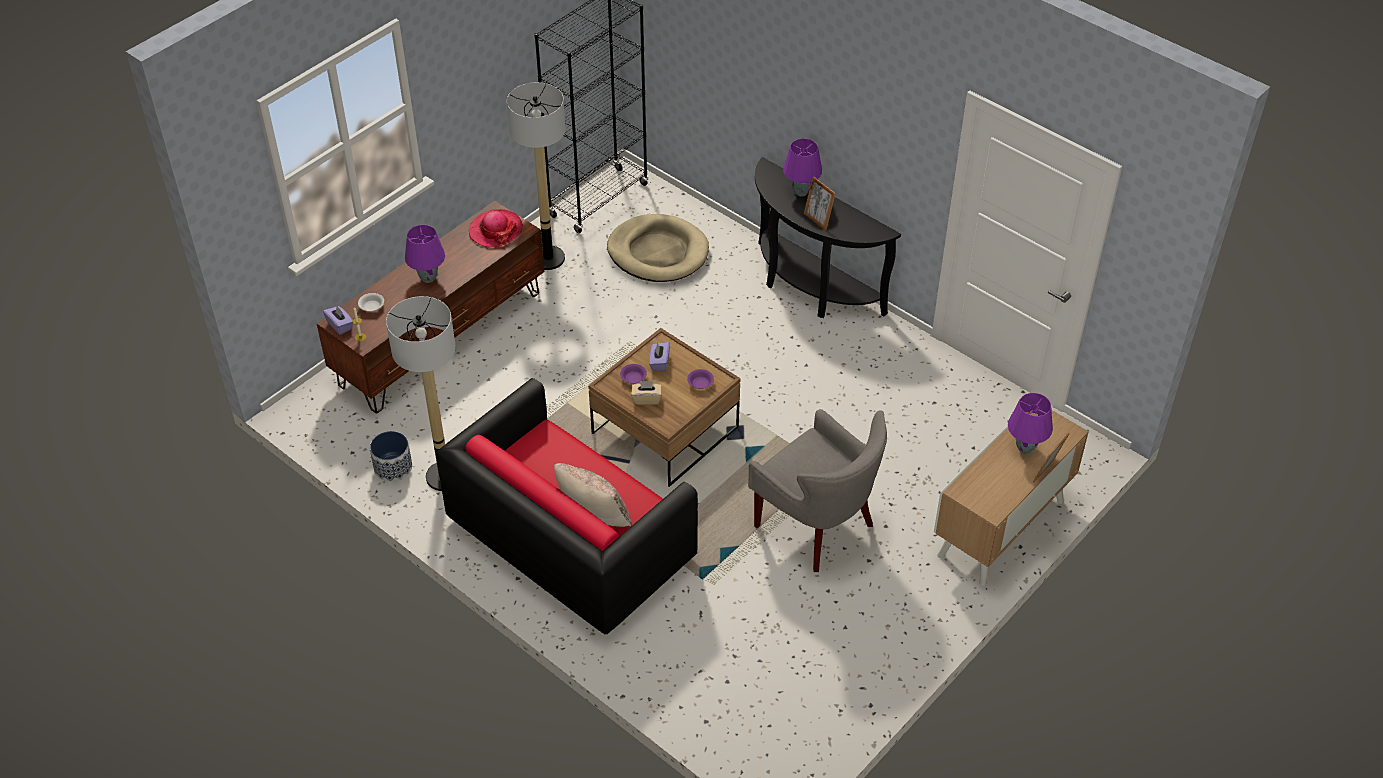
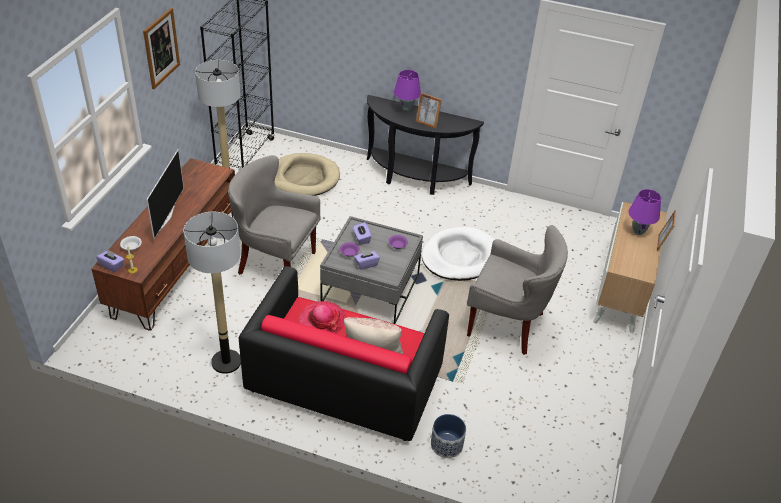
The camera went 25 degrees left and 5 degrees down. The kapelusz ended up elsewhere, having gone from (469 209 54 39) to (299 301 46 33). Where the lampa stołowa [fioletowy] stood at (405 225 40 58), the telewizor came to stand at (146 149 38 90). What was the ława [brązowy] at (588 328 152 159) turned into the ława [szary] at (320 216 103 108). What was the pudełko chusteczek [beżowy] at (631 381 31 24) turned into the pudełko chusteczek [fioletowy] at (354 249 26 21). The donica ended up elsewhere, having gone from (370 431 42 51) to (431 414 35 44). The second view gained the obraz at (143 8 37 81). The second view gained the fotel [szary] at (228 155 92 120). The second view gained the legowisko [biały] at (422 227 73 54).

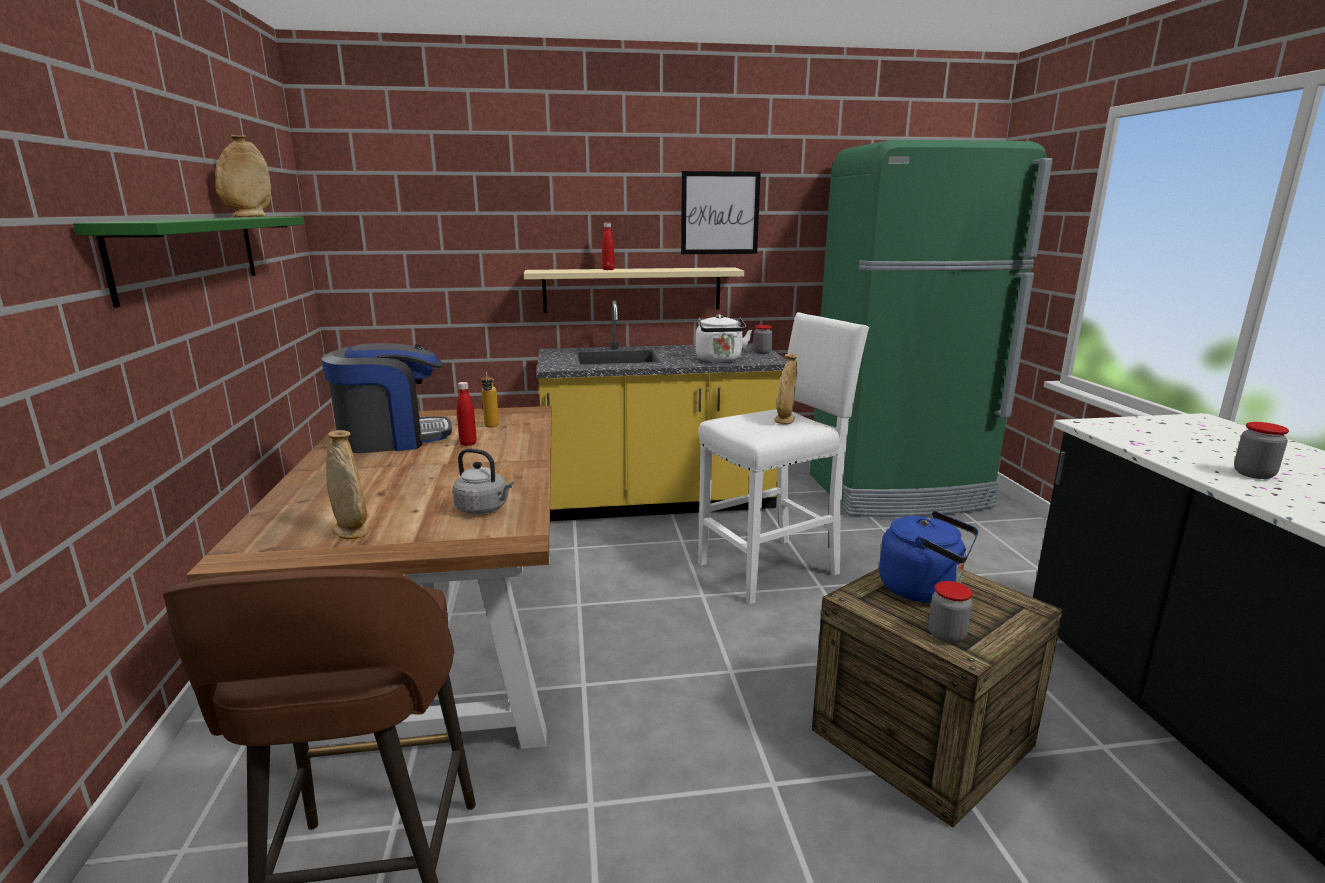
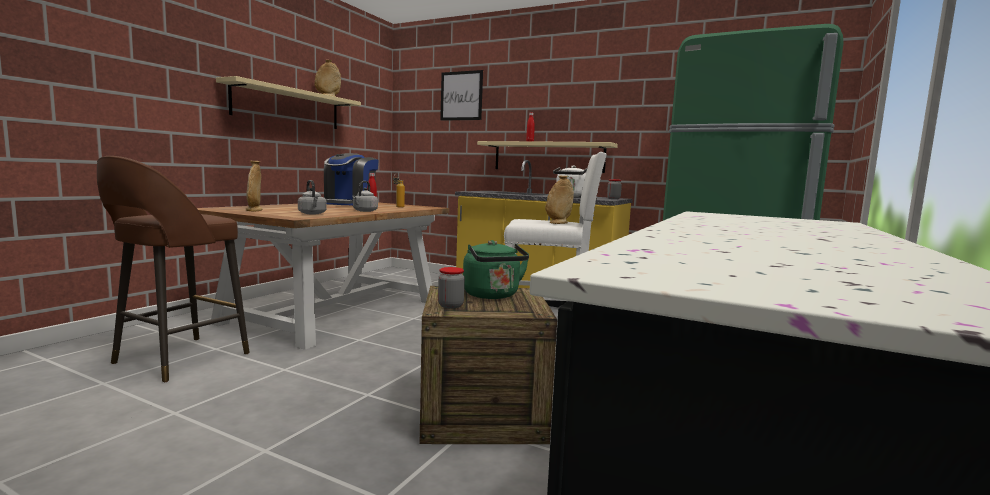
The camera went 35 degrees right and 10 degrees down. The obraz ended up elsewhere, having gone from (681 171 80 83) to (440 70 43 51). What was the półka [zielony] at (73 217 231 91) turned into the półka [beżowy] at (216 76 145 53). The ekspres do kawy at (321 343 131 110) ended up facing another way, 90 degrees clockwise from before. The second view lost the słoik at (1234 422 55 57). What was the czajnik [niebieski] at (879 511 100 92) turned into the czajnik [zielony] at (463 240 66 59). The second view gained the czajnik [szary] at (352 181 26 31).

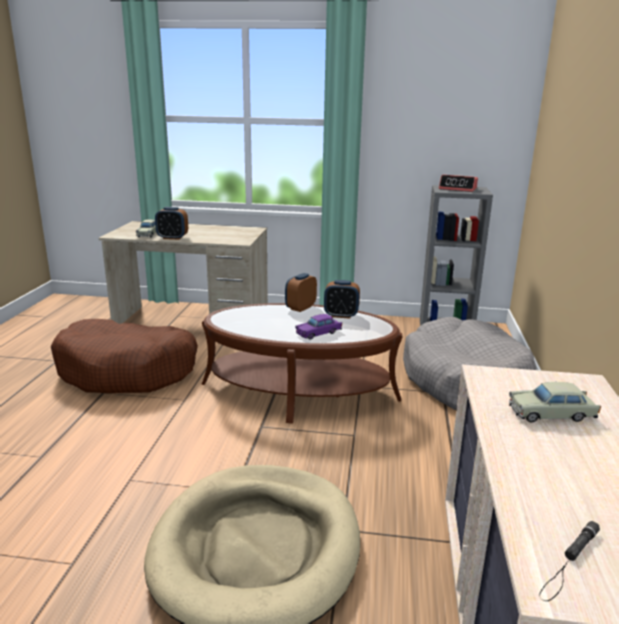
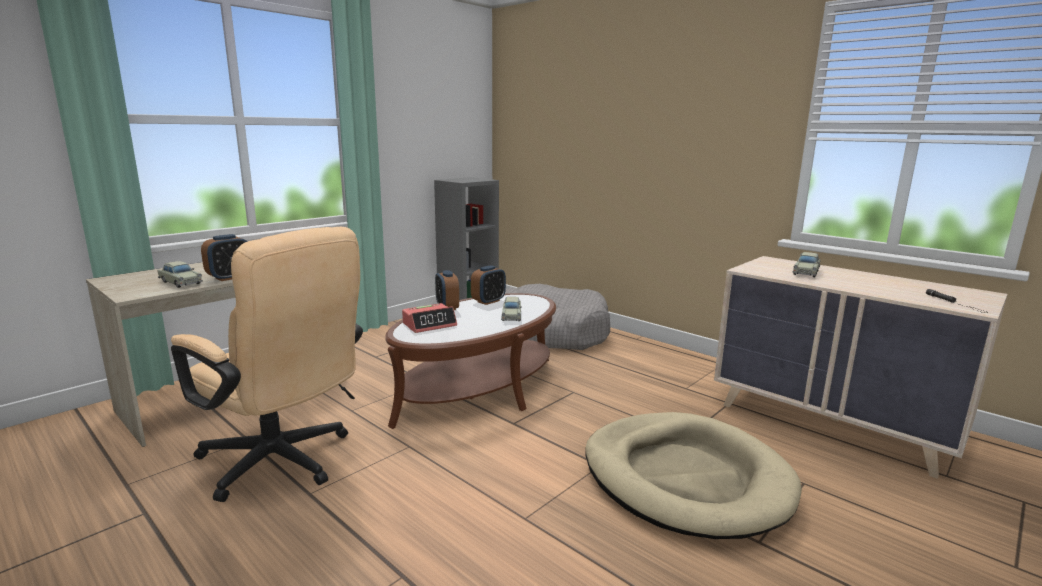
The camera went 55 degrees left and 5 degrees down. The budzik ended up elsewhere, having gone from (439 175 39 17) to (402 303 55 30). What was the samochodzik [fioletowy] at (295 314 47 26) turned into the samochodzik [beżowy] at (501 297 21 24). Where the legowisko [brązowy] stood at (51 319 147 74), the krzesło biurowe [beżowy] came to stand at (171 227 192 275).

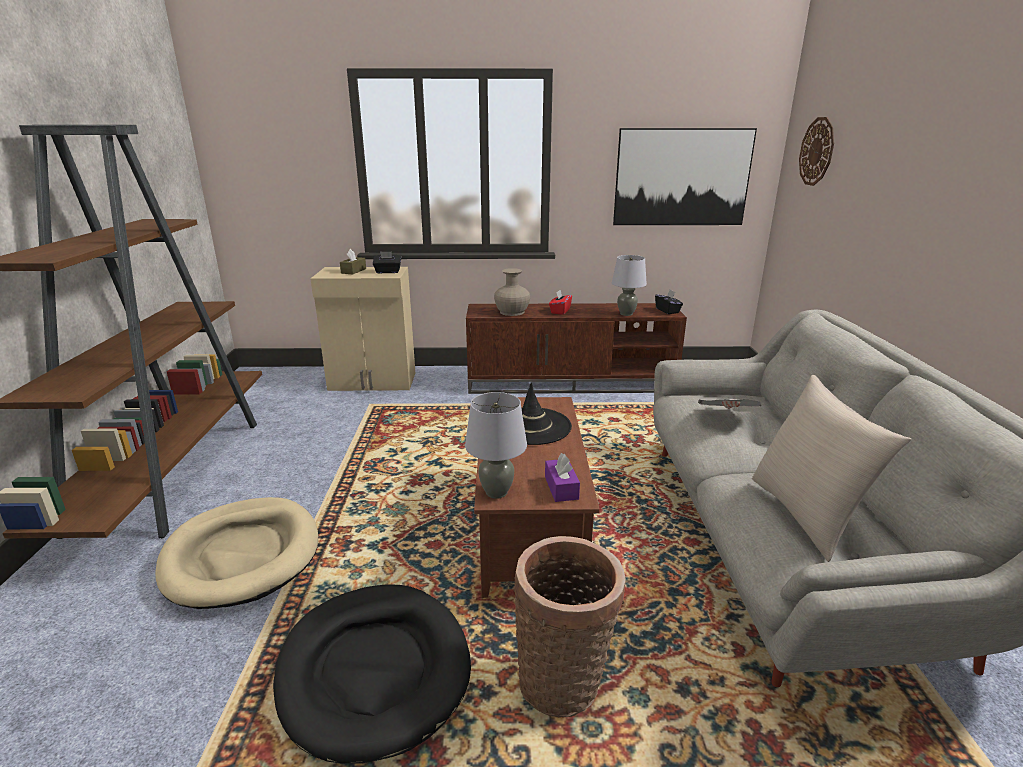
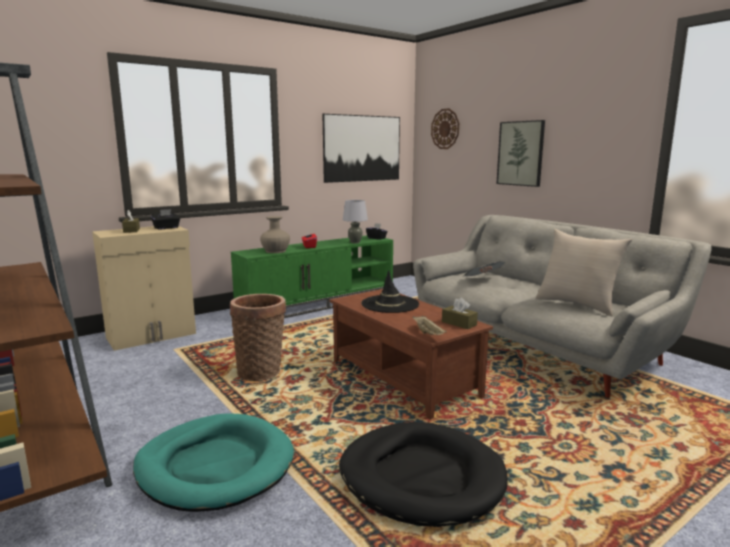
The camera went 35 degrees left and 10 degrees down. What was the szafka pod telewizor [brązowy] at (466 303 221 91) turned into the szafka pod telewizor [zielony] at (231 236 162 82). Where the lampa stołowa [szary] stood at (465 392 62 107), the taca [beżowy] came to stand at (413 316 34 19). What was the pudełko chusteczek [fioletowy] at (545 453 35 49) turned into the pudełko chusteczek [brązowy] at (442 298 36 31). What was the legowisko [beżowy] at (155 497 163 112) turned into the legowisko [turkusowy] at (133 413 161 99). The koszyk ended up elsewhere, having gone from (513 536 113 181) to (230 294 56 87). The second view gained the obraz at (496 120 49 67).

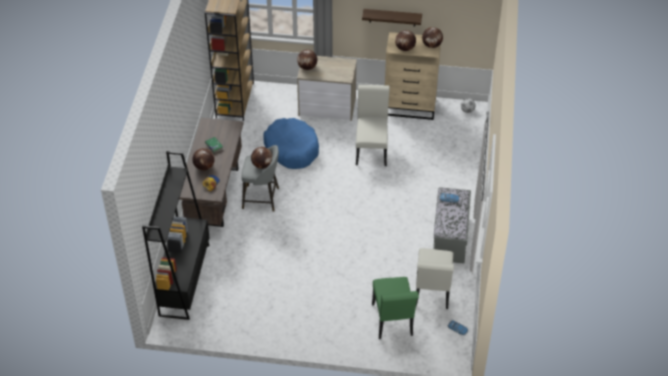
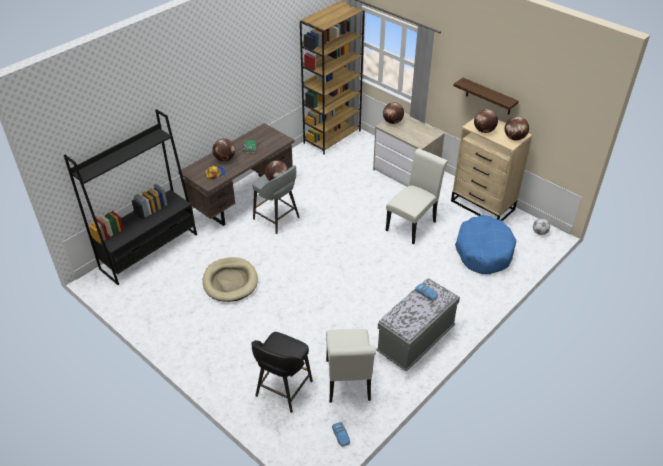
The camera went 35 degrees right and 5 degrees down. The legowisko [niebieski] ended up elsewhere, having gone from (263 118 56 51) to (455 215 61 59). The krzesło [biały] at (416 248 38 61) ended up facing another way, 45 degrees counterclockwise from before. Where the krzesło [zielony] stood at (372 277 47 62), the stołek [czarny] came to stand at (251 332 62 81). The second view gained the legowisko [beżowy] at (203 257 55 45).

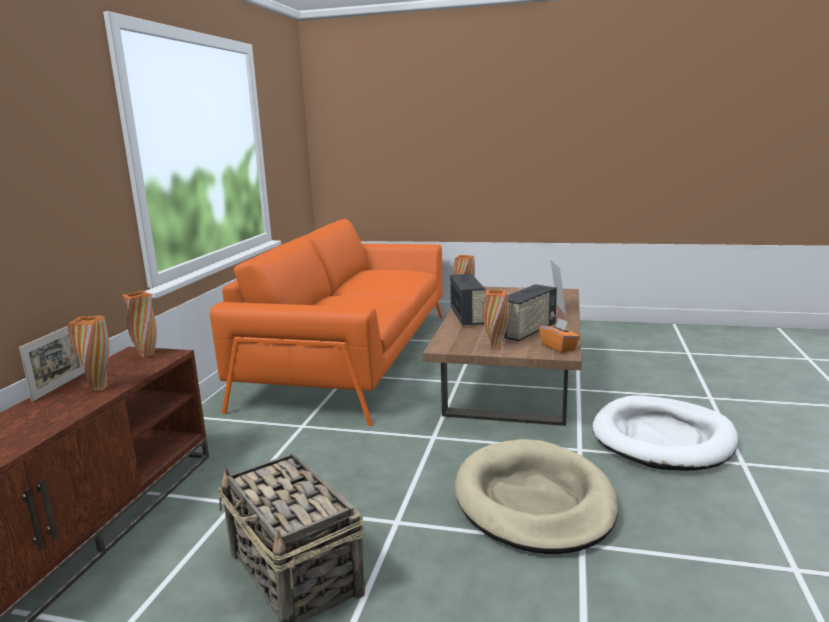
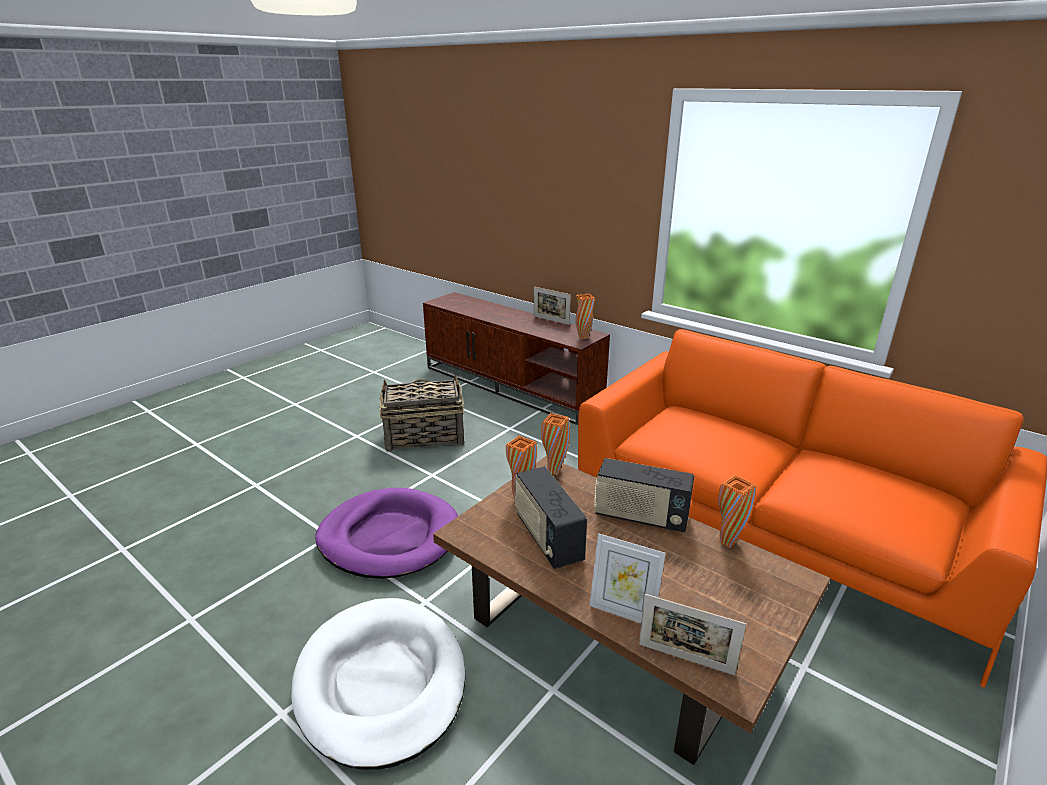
The camera went 115 degrees right and 10 degrees up. The wazon [pomarańczowy] ended up elsewhere, having gone from (67 316 42 75) to (541 413 29 62). The second view lost the pudełko chusteczek [pomarańczowy] at (539 318 41 35). What was the legowisko [beżowy] at (455 439 164 115) turned into the legowisko [fioletowy] at (315 488 143 91). The second view gained the ramka na zdjęcie at (639 594 107 81).

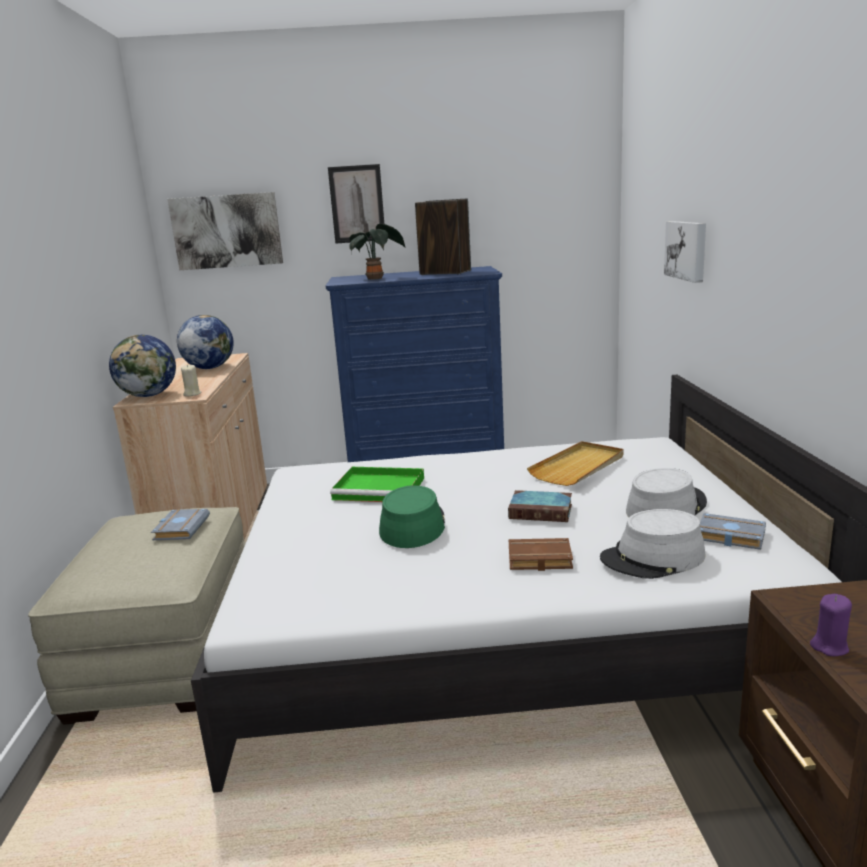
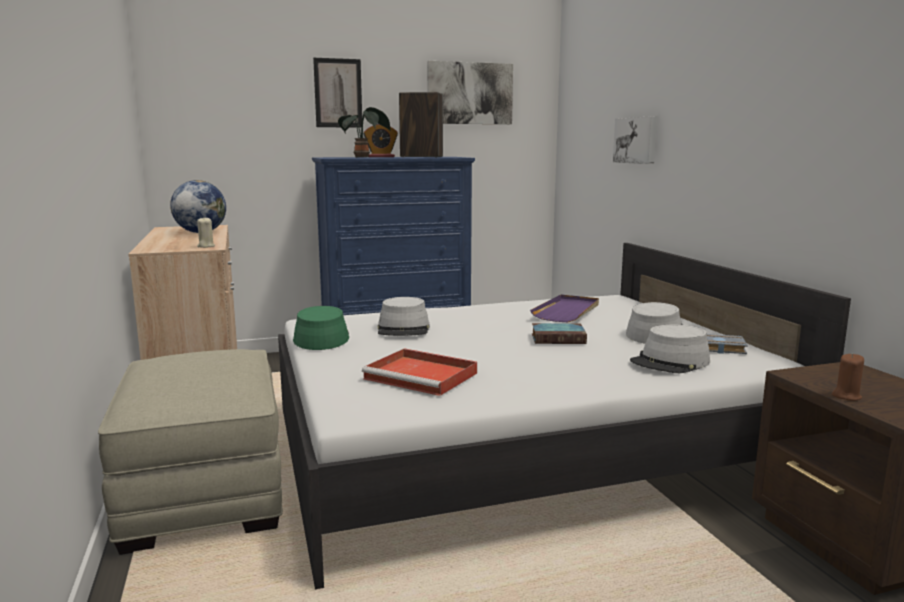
The camera went 15 degrees left and 5 degrees down. The obraz ended up elsewhere, having gone from (167 192 116 78) to (427 61 86 63). The second view lost the globus at (109 335 67 62). What was the taca [beżowy] at (527 441 97 45) turned into the taca [fioletowy] at (530 295 69 27). Where the taca [zielony] stood at (330 467 94 35), the kapelusz [szary] came to stand at (378 297 52 39). The kapelusz [zielony] ended up elsewhere, having gone from (379 485 66 63) to (293 306 56 44). The second view lost the książka [szary] at (151 509 59 31). The second view lost the książka [brązowy] at (509 538 64 33). What was the świeca [fioletowy] at (810 594 42 62) turned into the świeca [brązowy] at (832 353 32 48). The second view gained the budzik at (364 124 34 33). The second view gained the taca [czerwony] at (362 348 115 48).

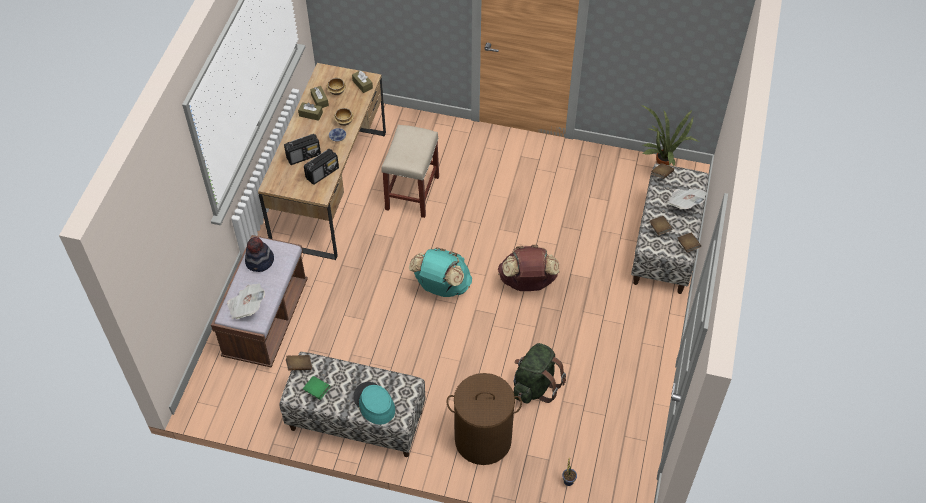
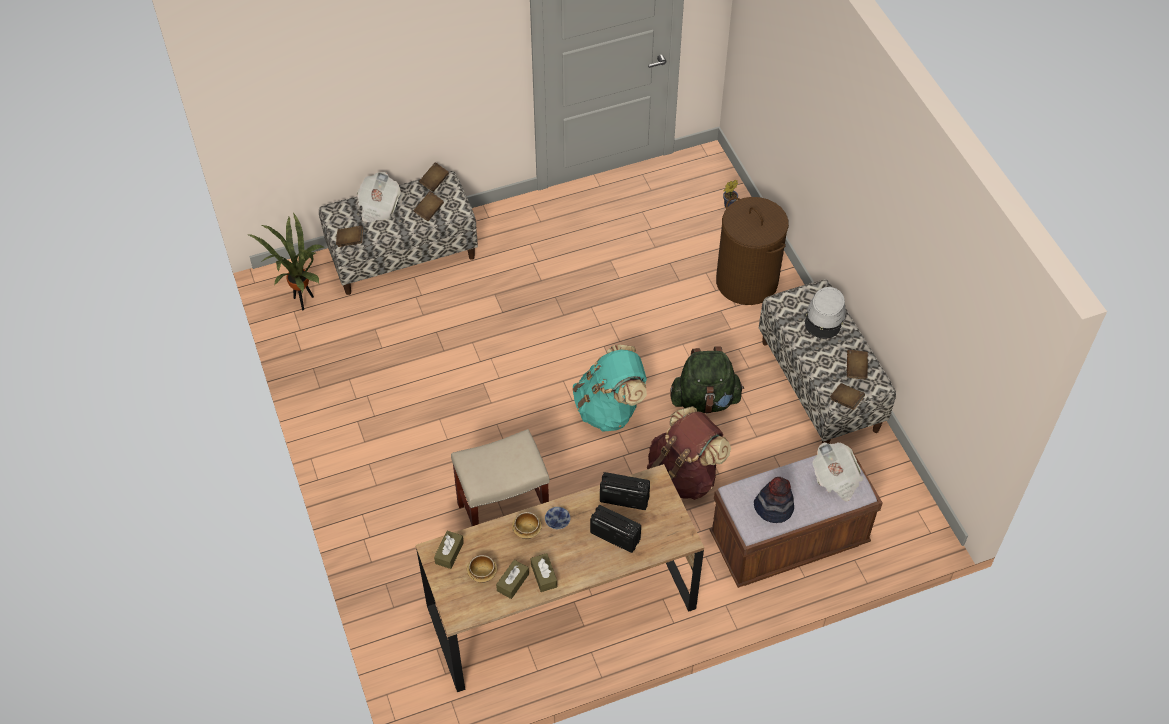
The camera went 125 degrees left and 0 degrees up. The plecak [brązowy] ended up elsewhere, having gone from (498 245 61 46) to (646 406 85 94). The plecak [zielony] ended up elsewhere, having gone from (513 343 53 60) to (670 346 74 68). What was the książka [zielony] at (303 376 28 24) turned into the książka [brązowy] at (847 350 21 29). What was the kapelusz [turkusowy] at (353 382 42 43) turned into the kapelusz [szary] at (805 287 41 51).

